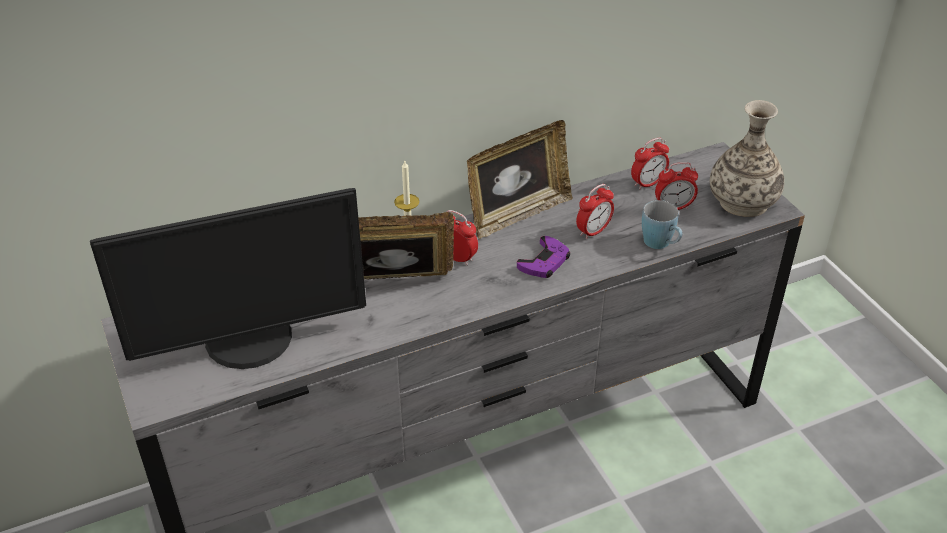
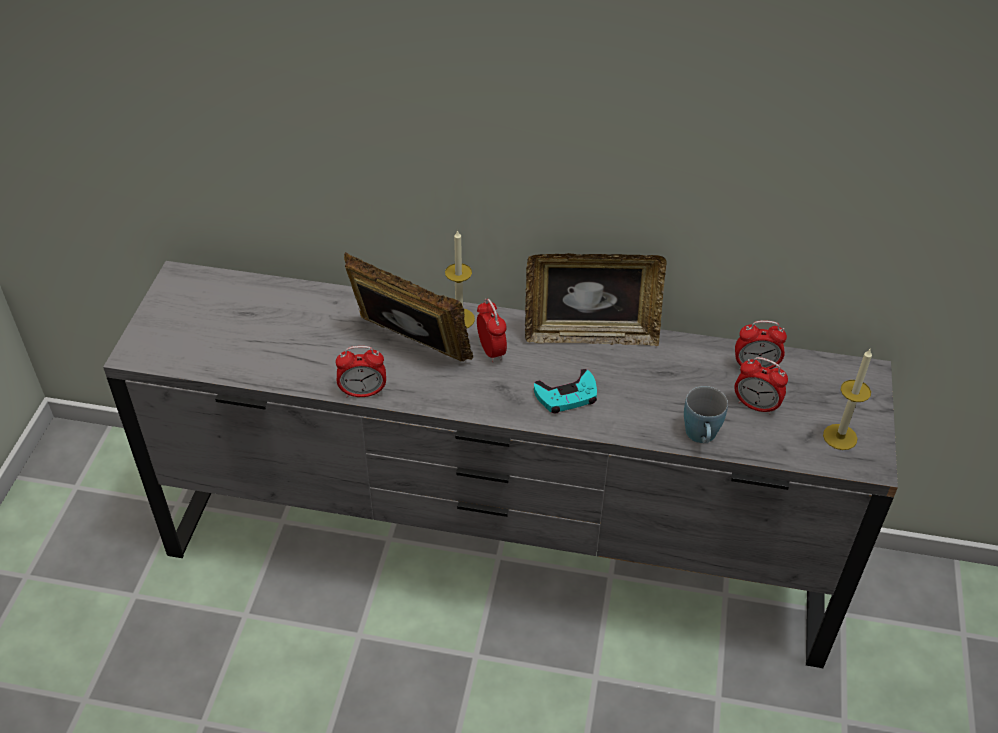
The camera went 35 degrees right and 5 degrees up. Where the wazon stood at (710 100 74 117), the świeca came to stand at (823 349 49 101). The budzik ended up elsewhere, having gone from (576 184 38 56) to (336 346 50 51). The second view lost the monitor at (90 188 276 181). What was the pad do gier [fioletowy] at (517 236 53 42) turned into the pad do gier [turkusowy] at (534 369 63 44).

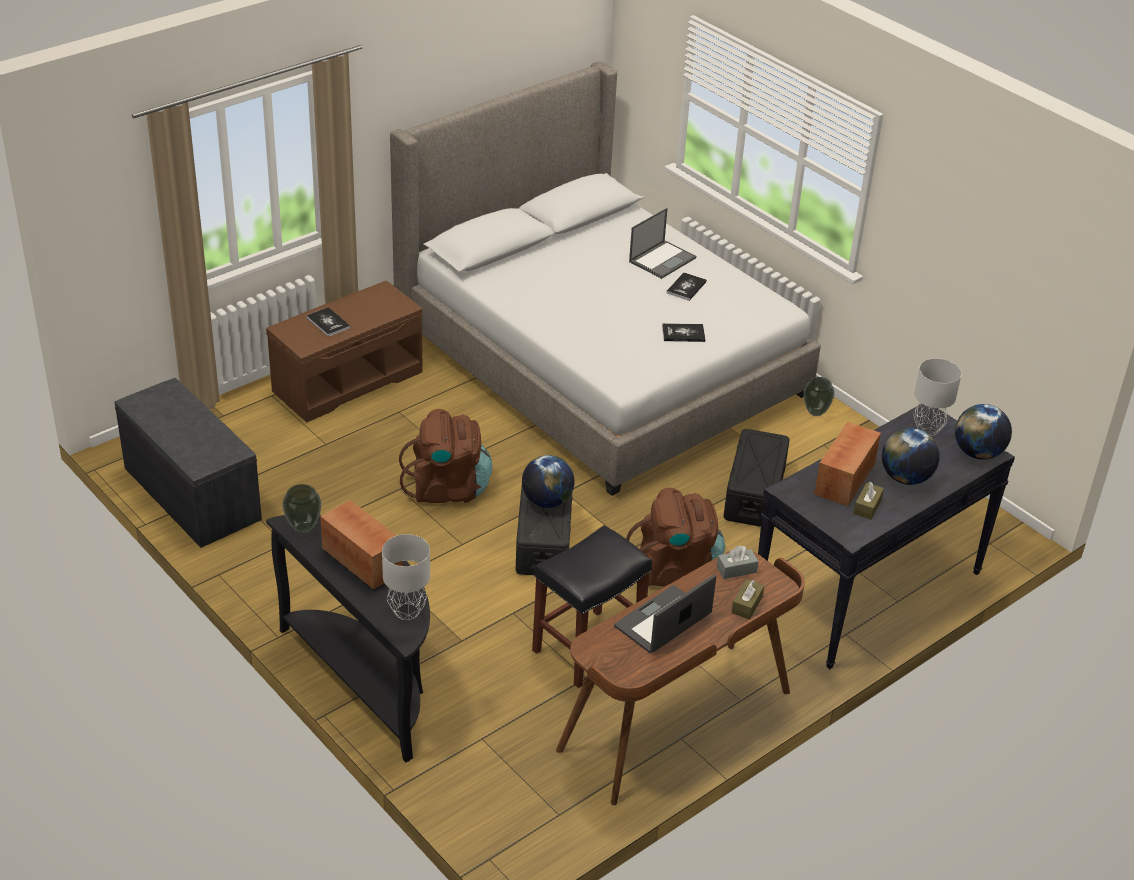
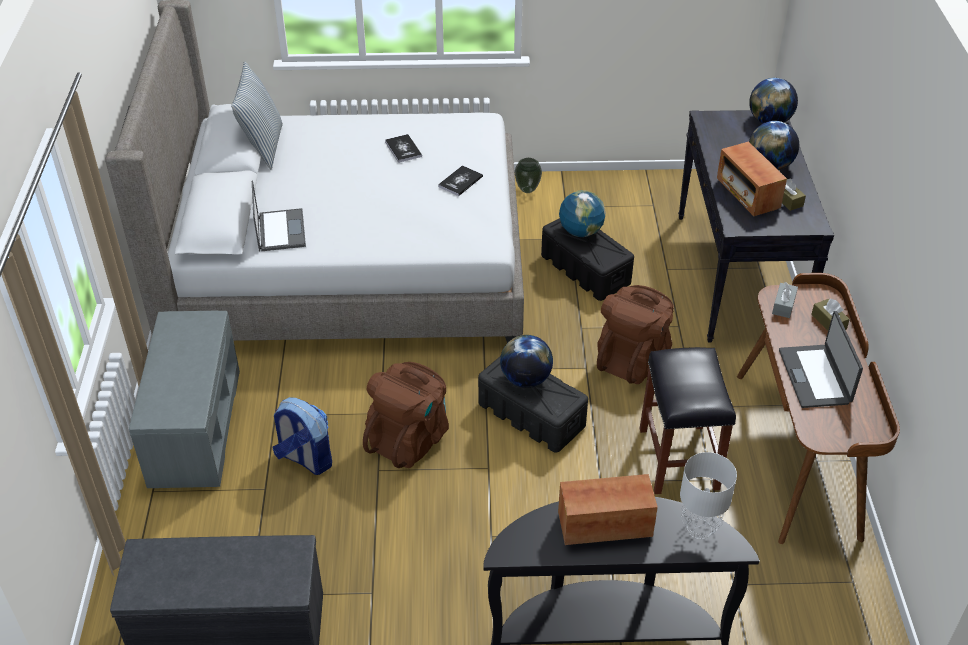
The camera went 50 degrees left and 5 degrees up. The laptop ended up elsewhere, having gone from (629 208 67 71) to (252 181 54 71). What was the ławka [brązowy] at (266 281 157 141) turned into the ławka [szary] at (129 311 111 177). The second view lost the książka at (306 307 44 30). The second view lost the lampa stołowa [szary] at (913 359 49 77). The second view lost the wazon at (282 484 40 49). The second view gained the poduszka at (231 61 52 108). The second view gained the globus at (559 190 47 47). The second view gained the plecak at (272 397 60 78).

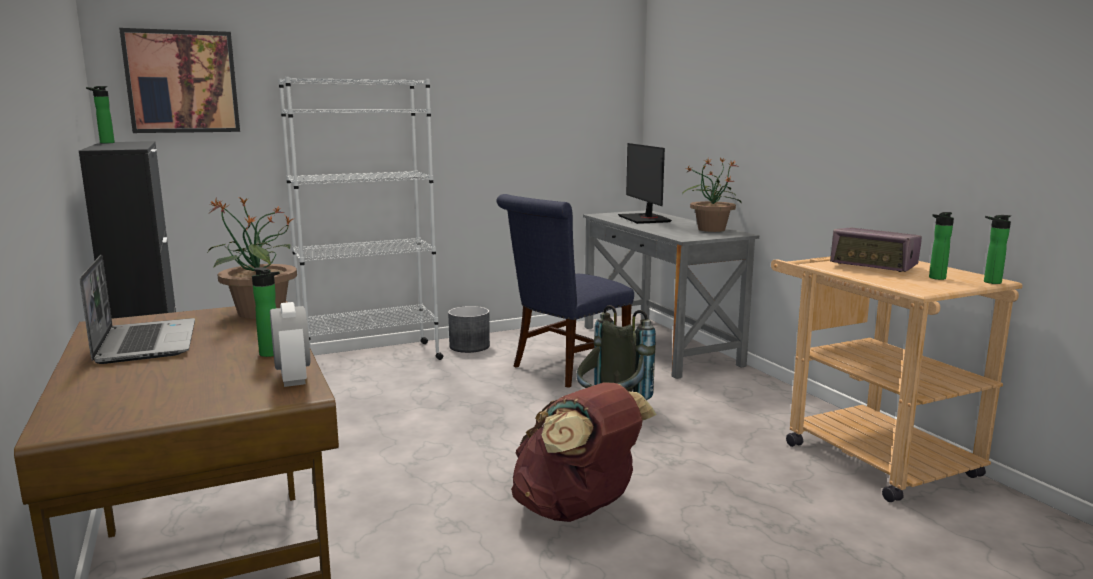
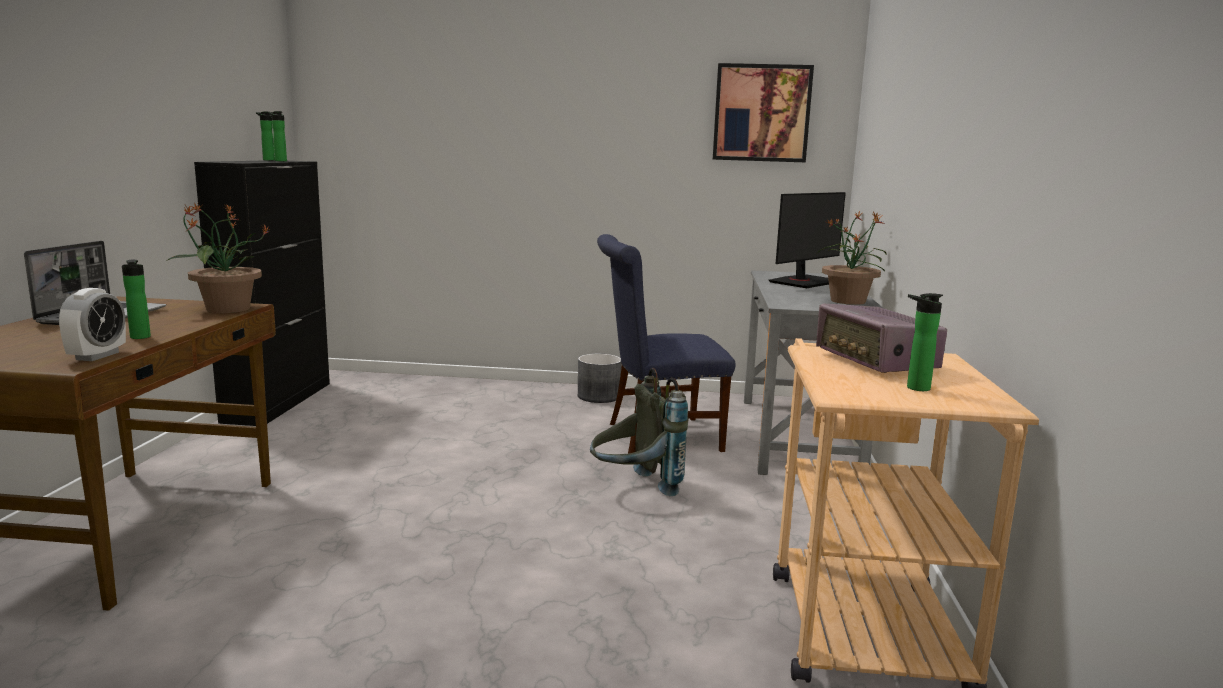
The camera went 30 degrees right and 0 degrees up. The obraz ended up elsewhere, having gone from (119 28 121 105) to (713 63 101 99). The second view lost the regał [biały] at (278 77 165 283). The monitor at (618 143 54 81) ended up facing another way, 150 degrees counterclockwise from before. The butelka ended up elsewhere, having gone from (984 215 27 69) to (269 111 18 50). The second view lost the plecak [brązowy] at (511 382 146 140).

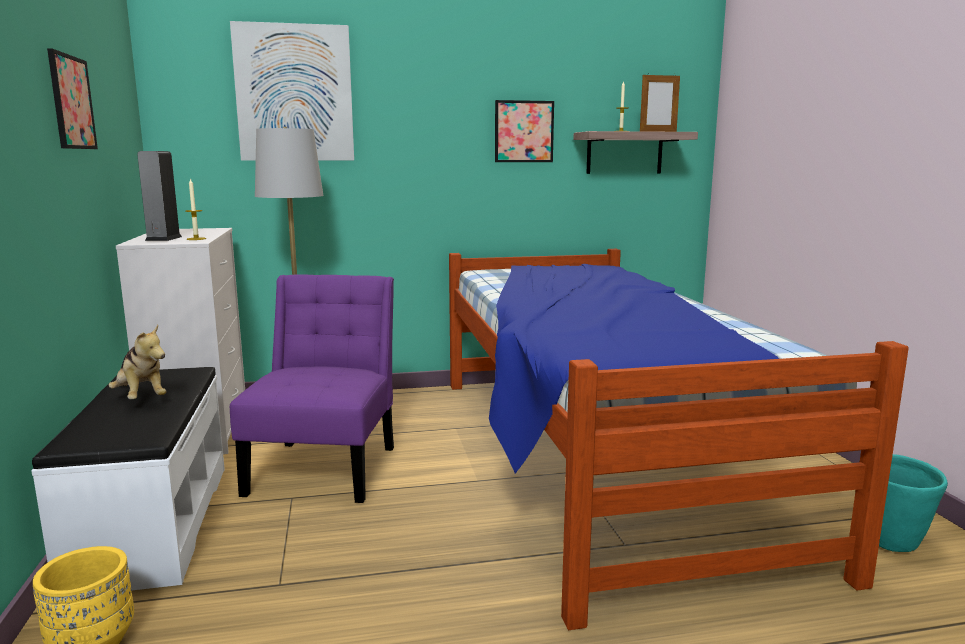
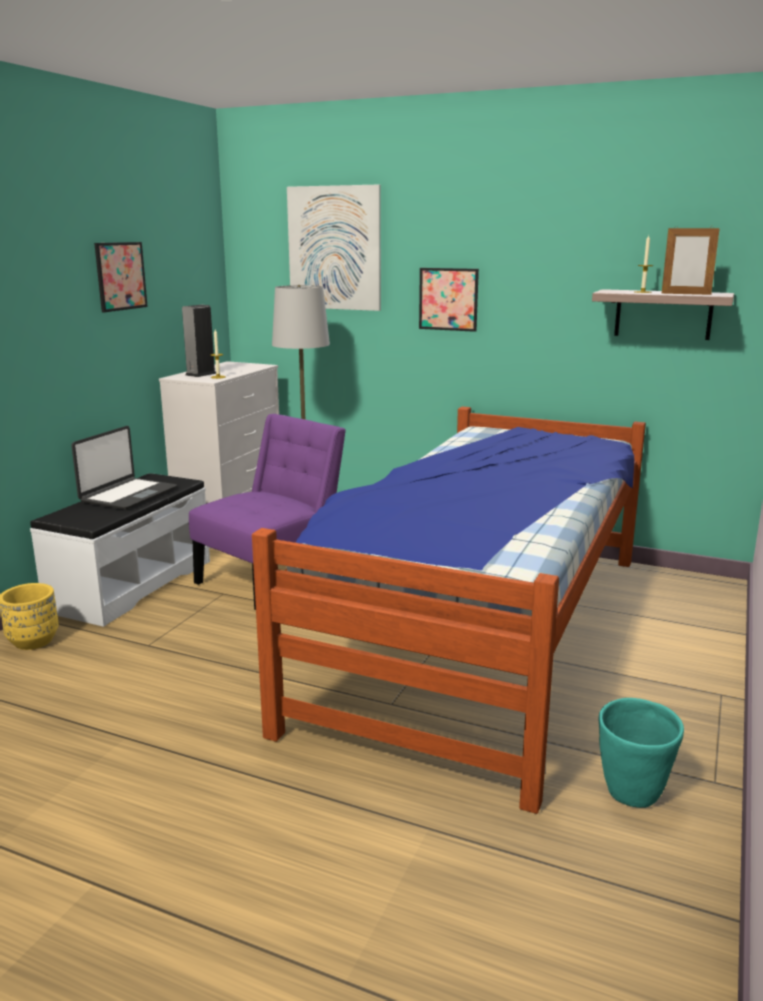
The camera went 35 degrees right and 5 degrees up. The obraz ended up elsewhere, having gone from (495 100 59 62) to (419 268 60 64). Where the pluszak stood at (108 325 59 74), the laptop came to stand at (71 426 106 84).

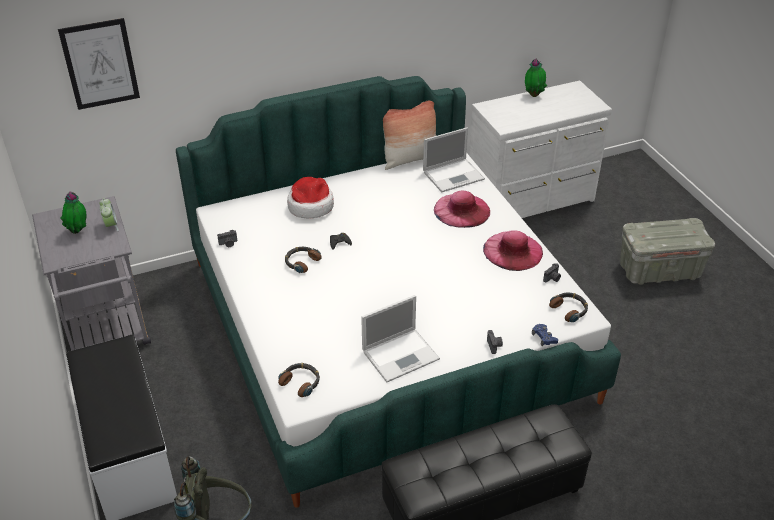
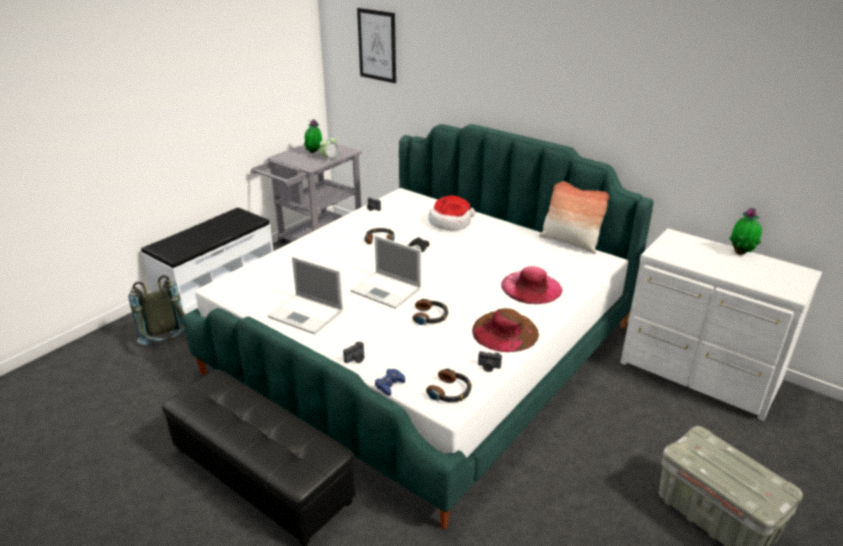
The camera went 60 degrees right and 10 degrees down. The laptop ended up elsewhere, having gone from (423 128 62 64) to (350 235 71 74). What was the kapelusz [różowy] at (483 230 60 41) turned into the kapelusz [brązowy] at (472 308 67 44). The słuchawki ended up elsewhere, having gone from (278 363 42 34) to (413 299 35 26).

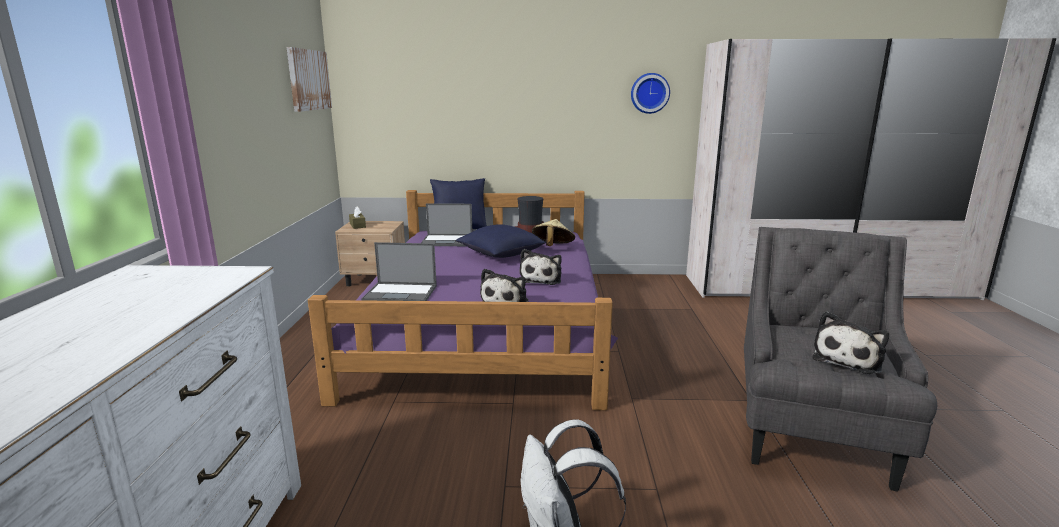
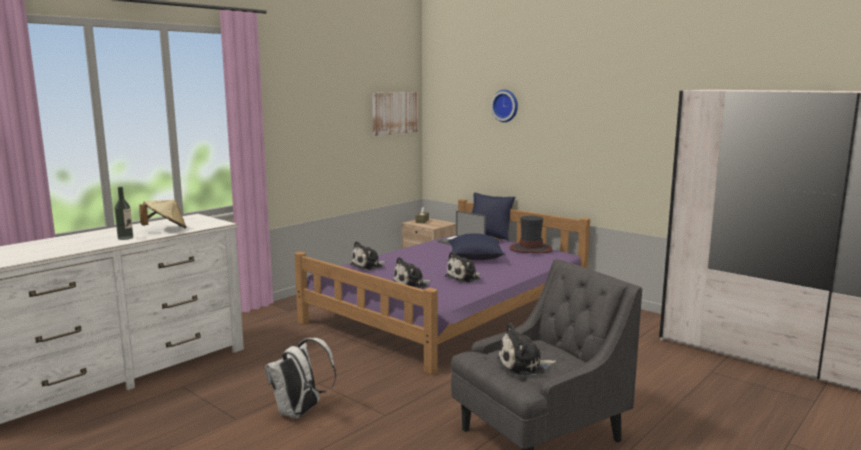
The camera went 40 degrees right and 5 degrees down. The zegar ścienny ended up elsewhere, having gone from (631 73 39 41) to (491 90 27 32). The kapelusz [beżowy] ended up elsewhere, having gone from (532 219 43 27) to (139 200 48 28). Where the laptop stood at (361 242 76 59), the pluszak came to stand at (350 241 36 29). The second view gained the butelka at (115 187 18 53).

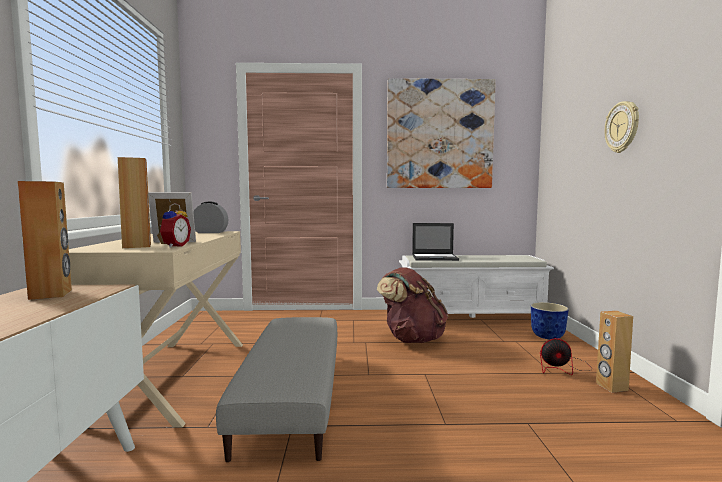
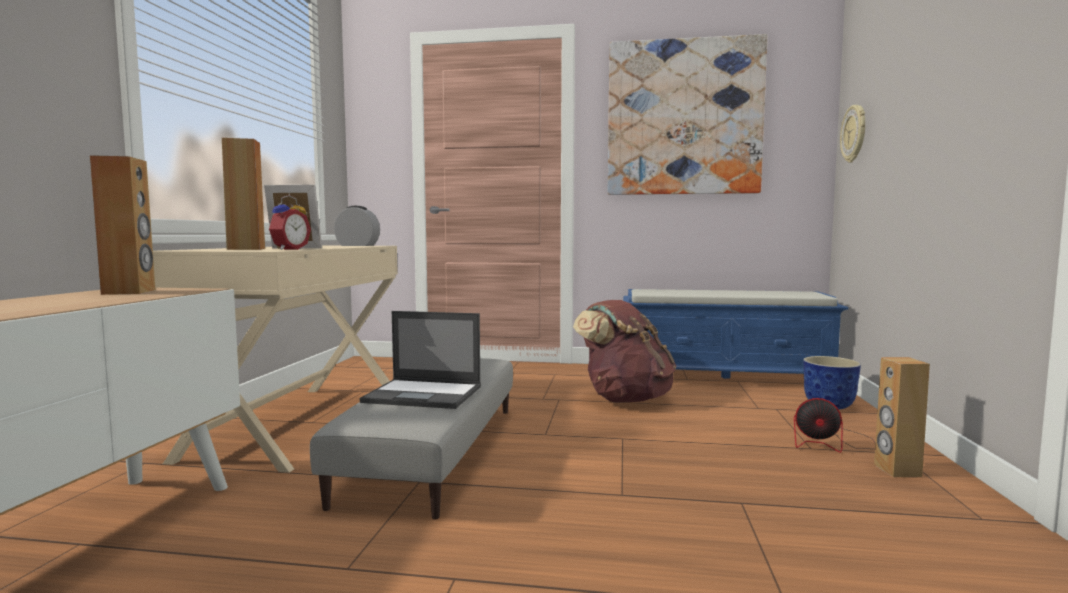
The camera went 10 degrees right and 0 degrees up. The zegar ścienny ended up elsewhere, having gone from (604 101 35 52) to (840 105 25 58). The laptop ended up elsewhere, having gone from (412 223 47 38) to (359 311 122 98). What was the ławka [biały] at (399 255 155 63) turned into the ławka [niebieski] at (623 289 225 90).

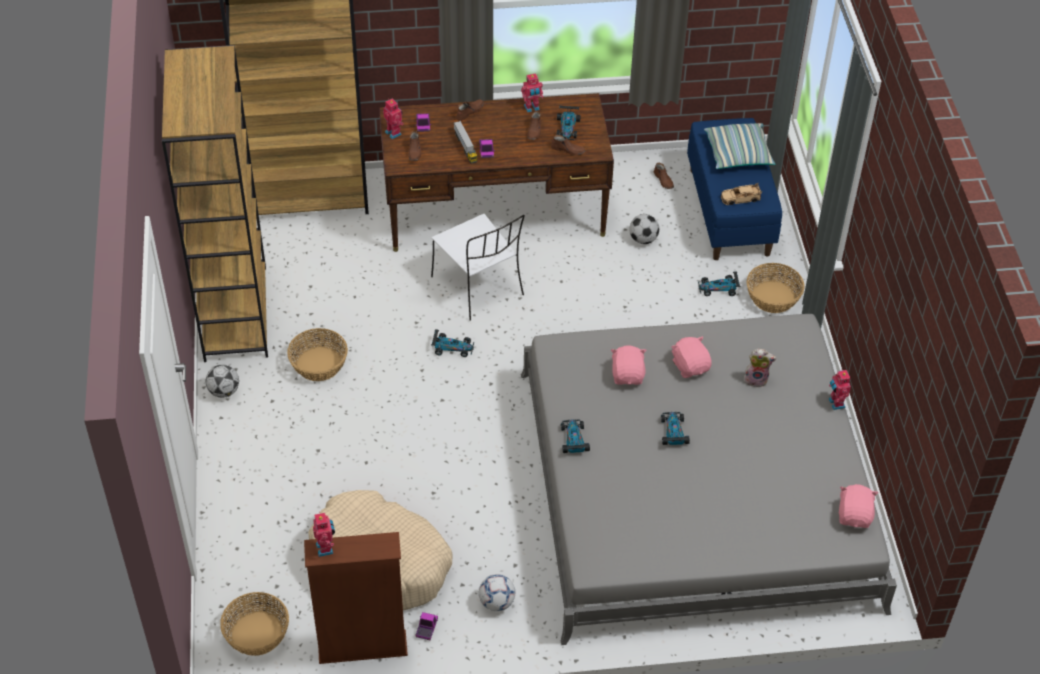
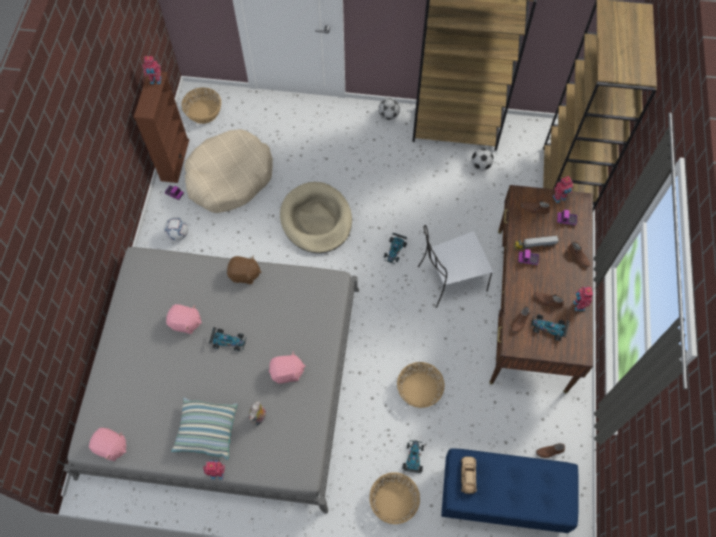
The camera went 105 degrees right and 15 degrees up. The poduszka ended up elsewhere, having gone from (704 123 71 46) to (171 398 66 62). The piłka futbolowa ended up elsewhere, having gone from (629 214 30 30) to (471 148 23 23). The koszyk ended up elsewhere, having gone from (287 328 61 53) to (397 362 48 46). The pluszak [różowy] ended up elsewhere, having gone from (611 345 35 40) to (166 304 36 30). Where the samochodzik stood at (561 419 29 34), the pluszak [brązowy] came to stand at (227 255 34 29). The second view gained the legowisko [beżowy] at (280 182 72 71).

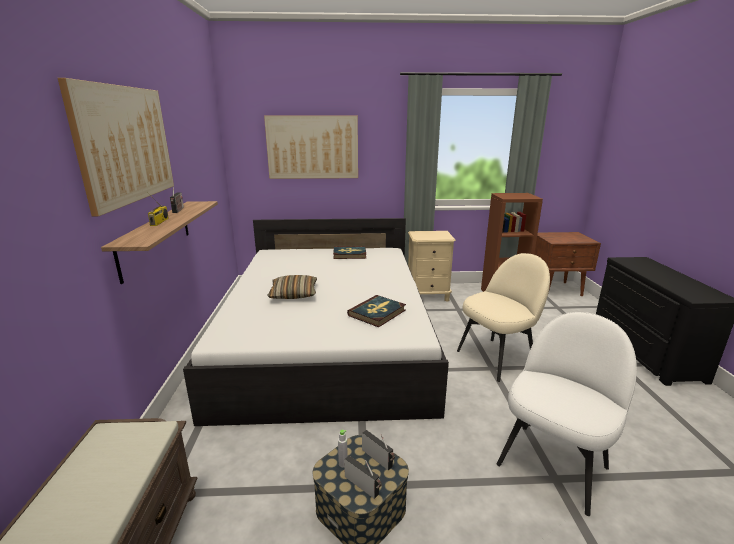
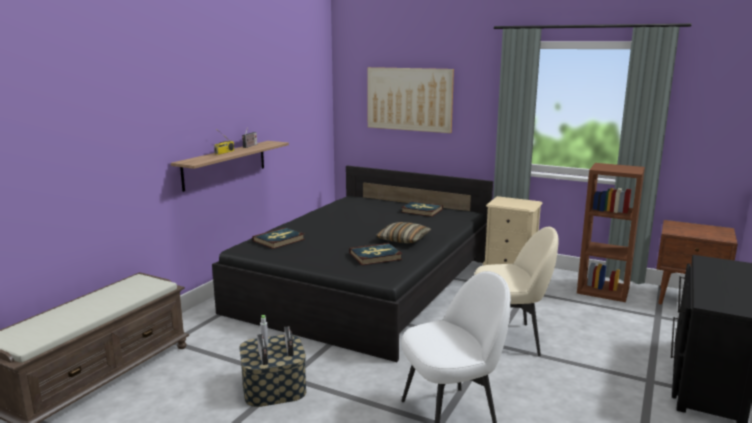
The camera went 30 degrees right and 5 degrees down. The second view lost the obraz at (58 78 116 138). What was the łóżko [biały] at (183 218 266 208) turned into the łóżko [czarny] at (212 166 281 196). The poduszka ended up elsewhere, having gone from (267 275 50 24) to (376 222 55 21). The second view gained the książka at (252 227 53 22).

